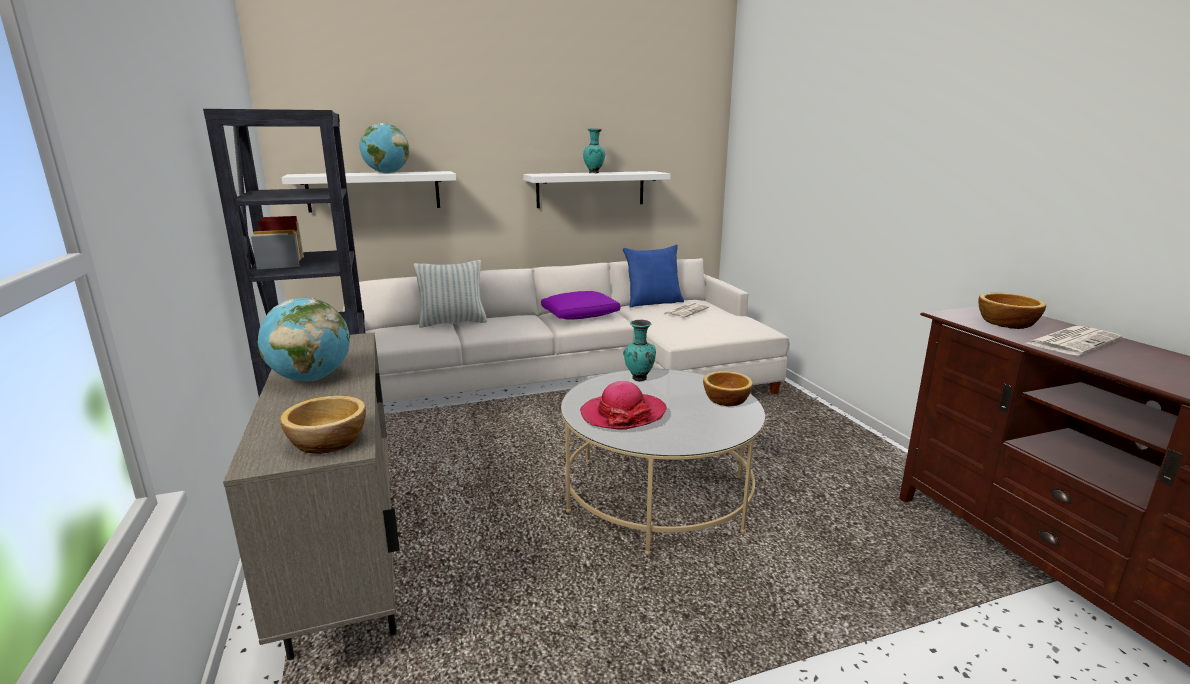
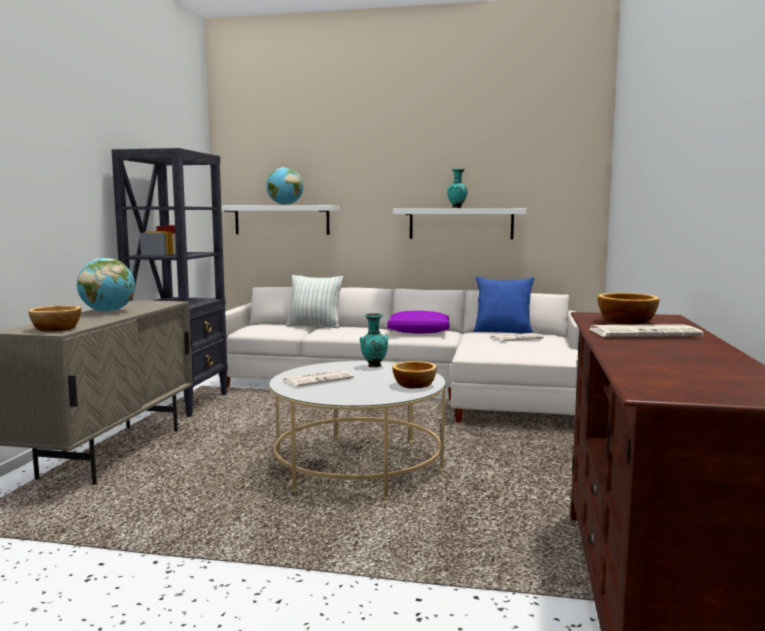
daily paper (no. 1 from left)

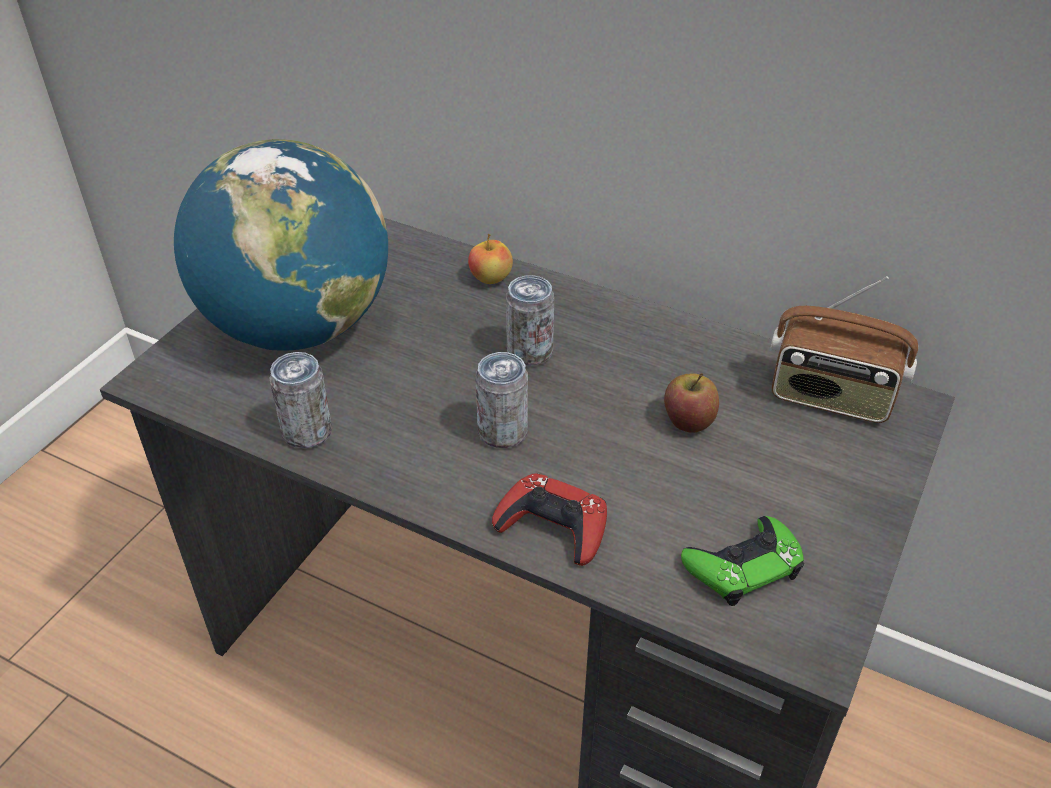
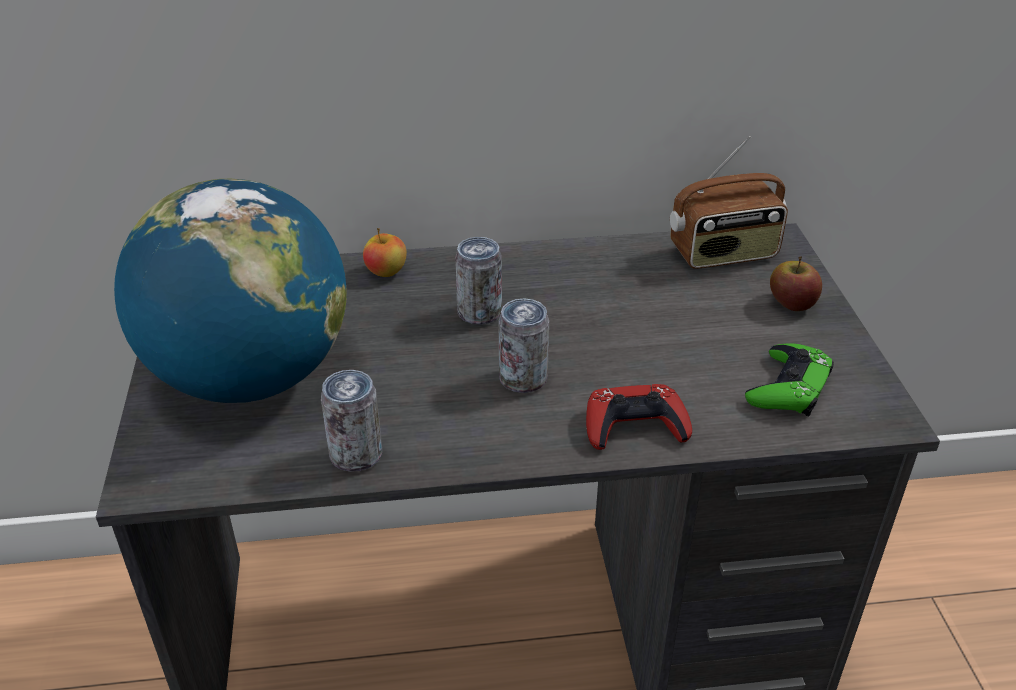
apple fruit (no. 2 from left)

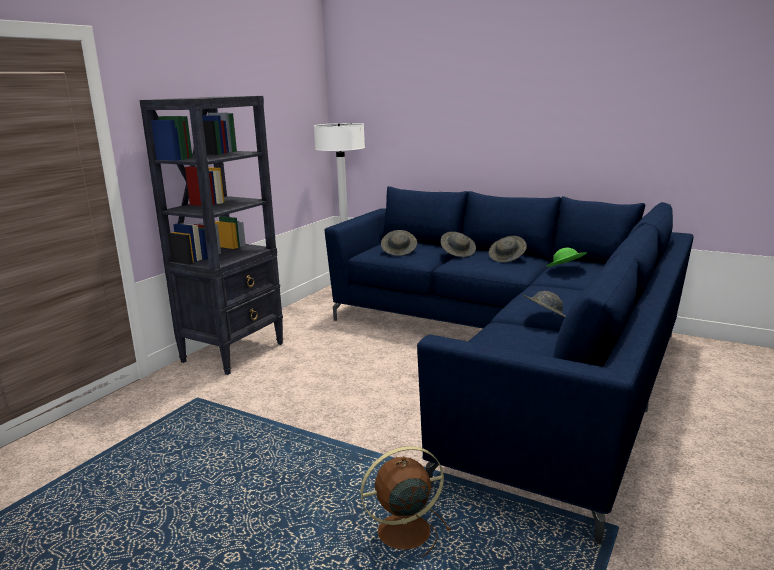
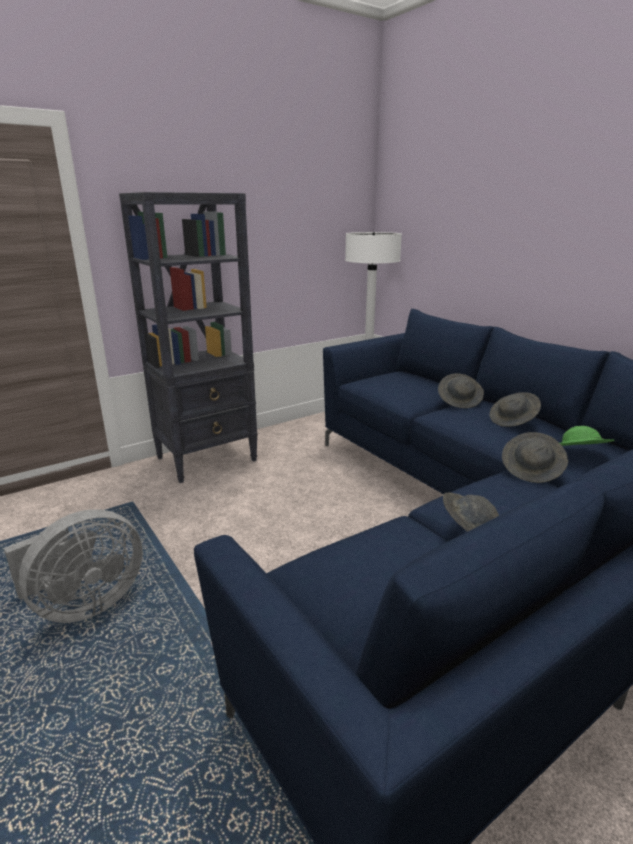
electric fan in brown-coloured
clothing hat in gray (no. 4 from left)
electric fan in gray

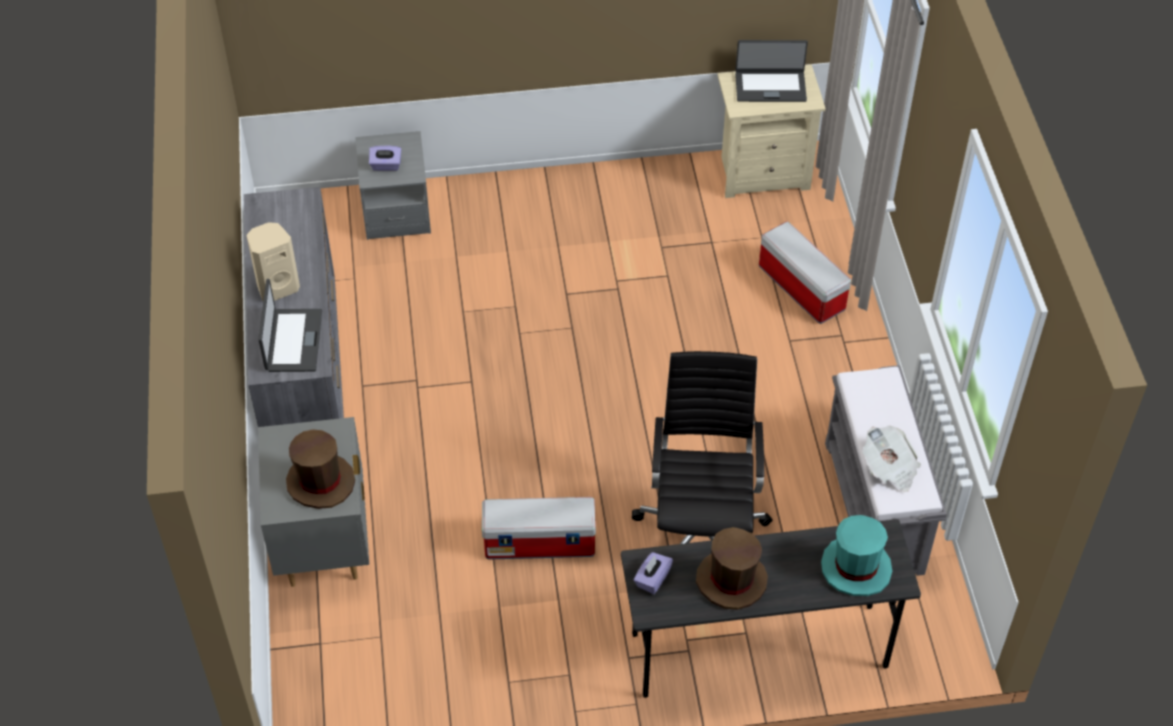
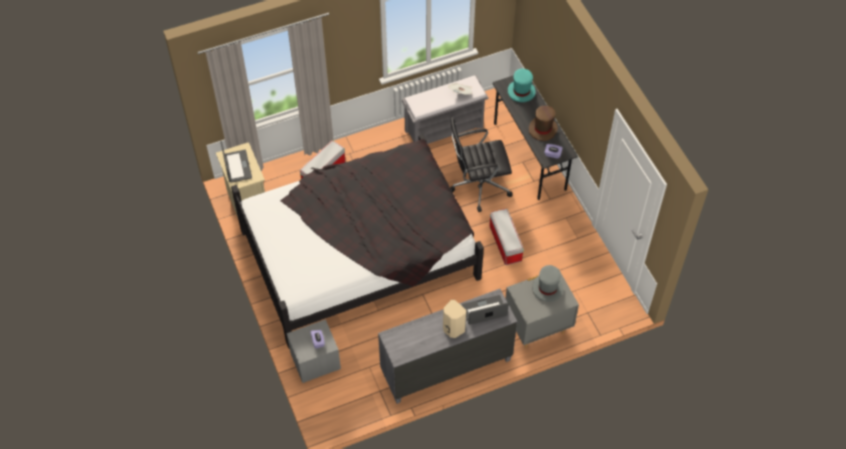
clothing hat in gray
bed in blackish

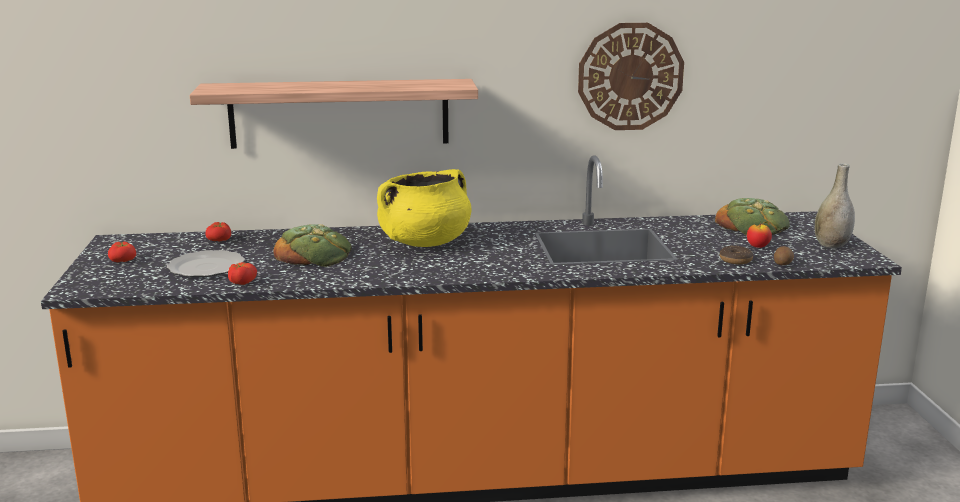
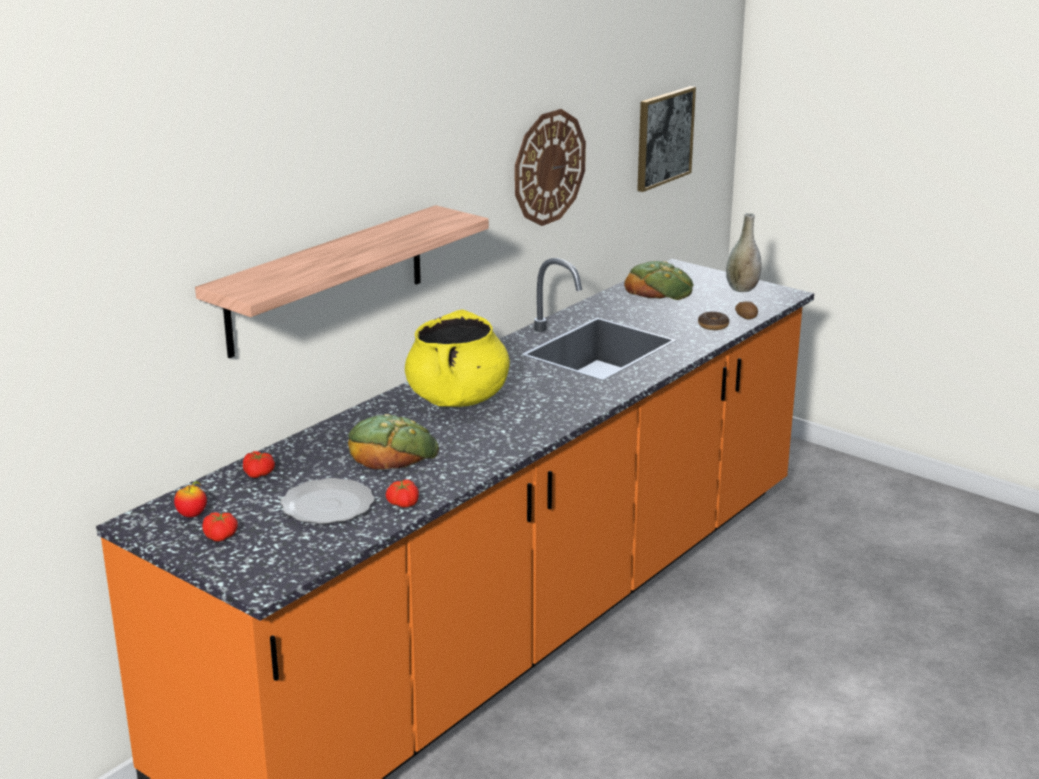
apple fruit
wall art

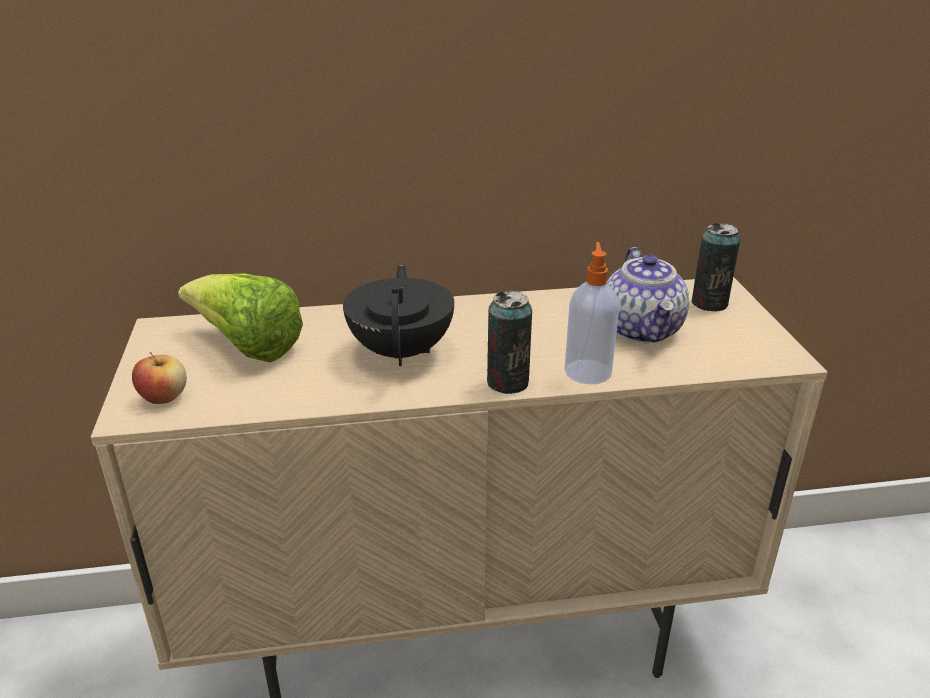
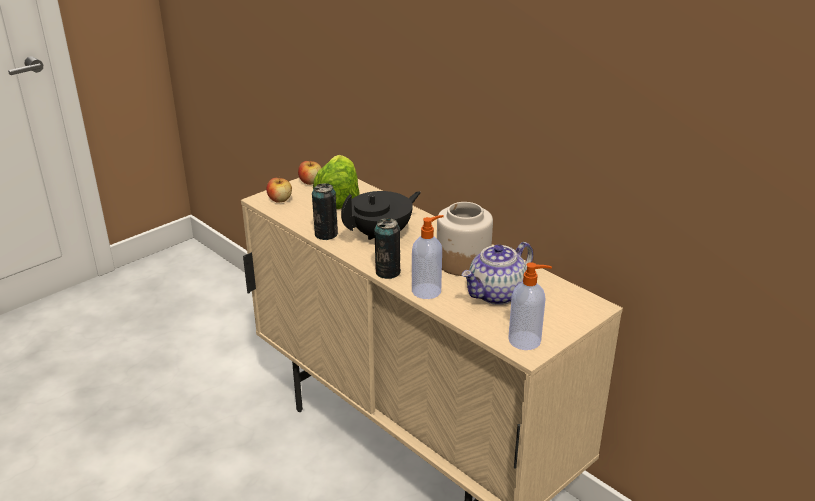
can (no. 1 from left)
apple fruit (no. 2 from left)
jar
soap dispenser (no. 2 from left)

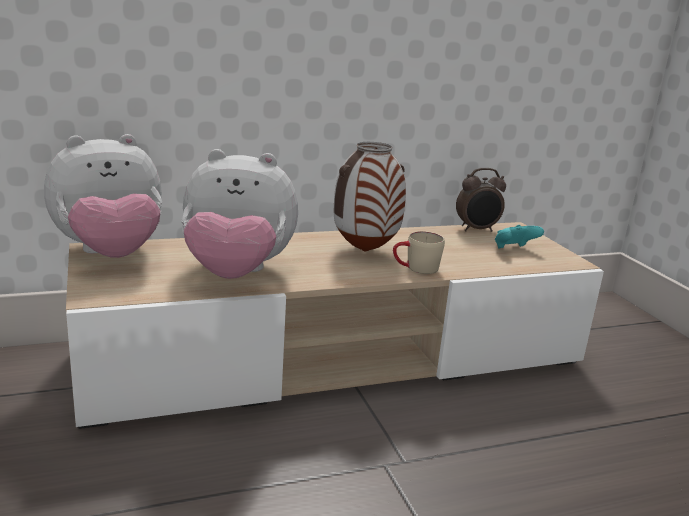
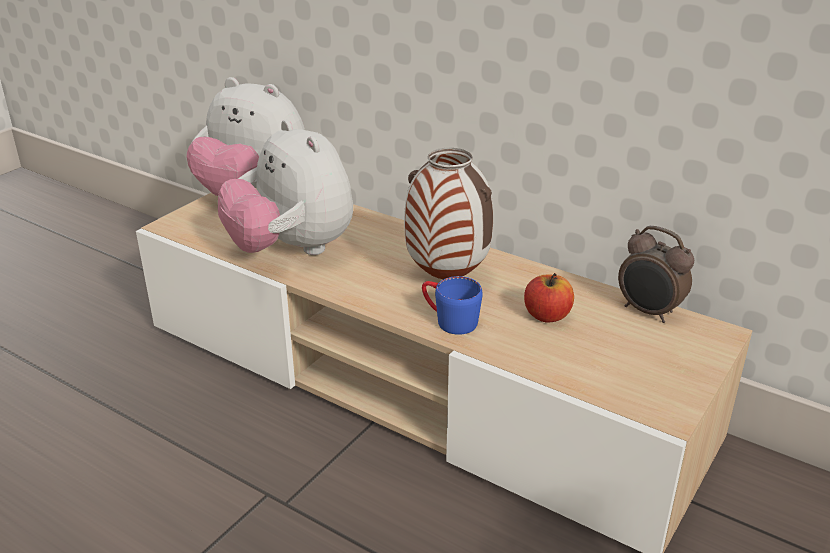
coffee mug in blue-coloured
game controller in blue-green
apple fruit

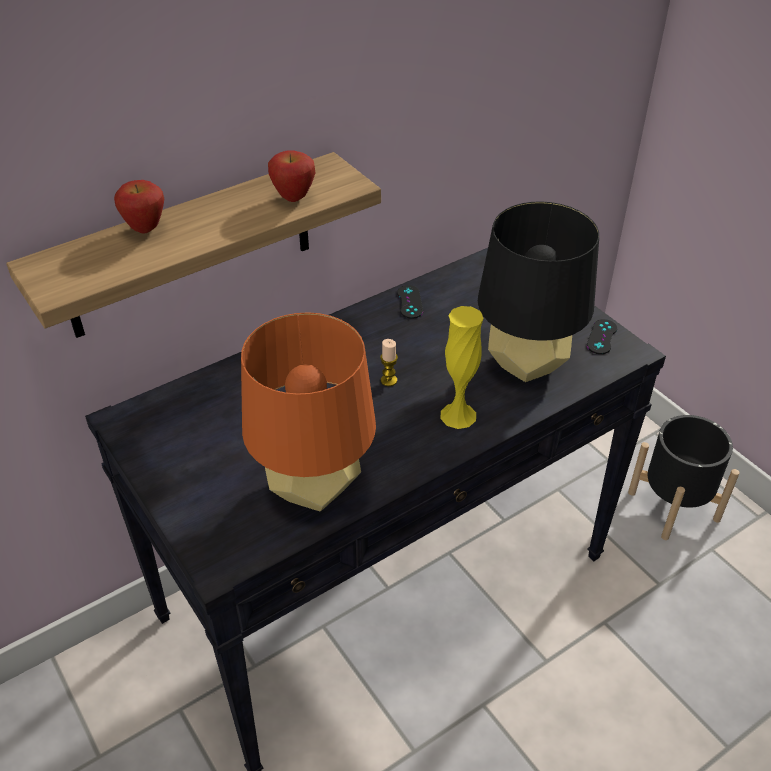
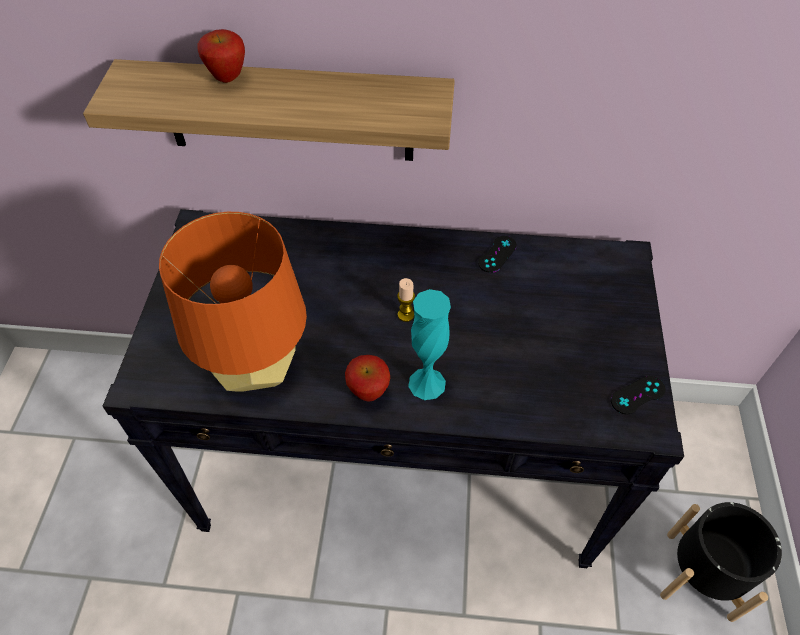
apple fruit (no. 2 from left)
vase in blue-green
table lamp in blackish

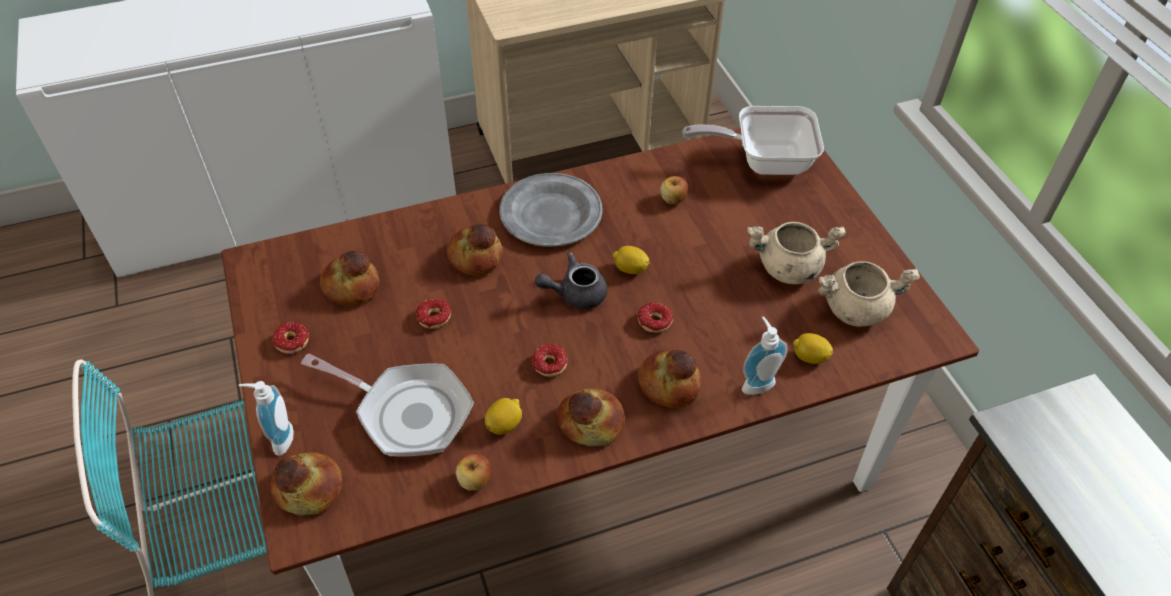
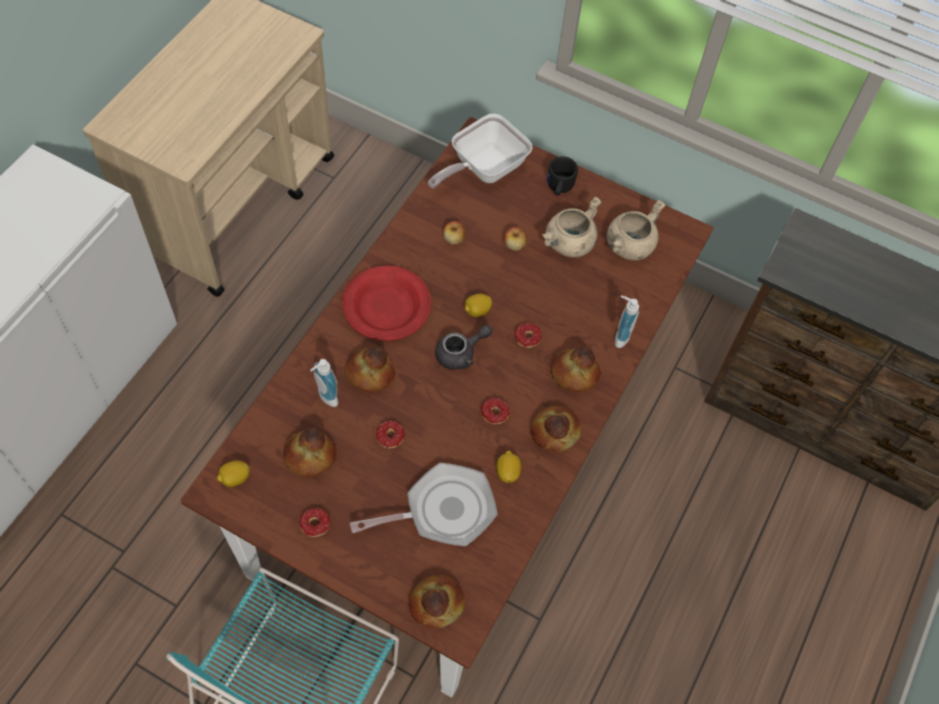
soap dispenser (no. 1 from left)
apple fruit (no. 2 from left)
flat dish in red
tea pot in gray
citrus fruit (no. 1 from left)
coffee mug in blackish

